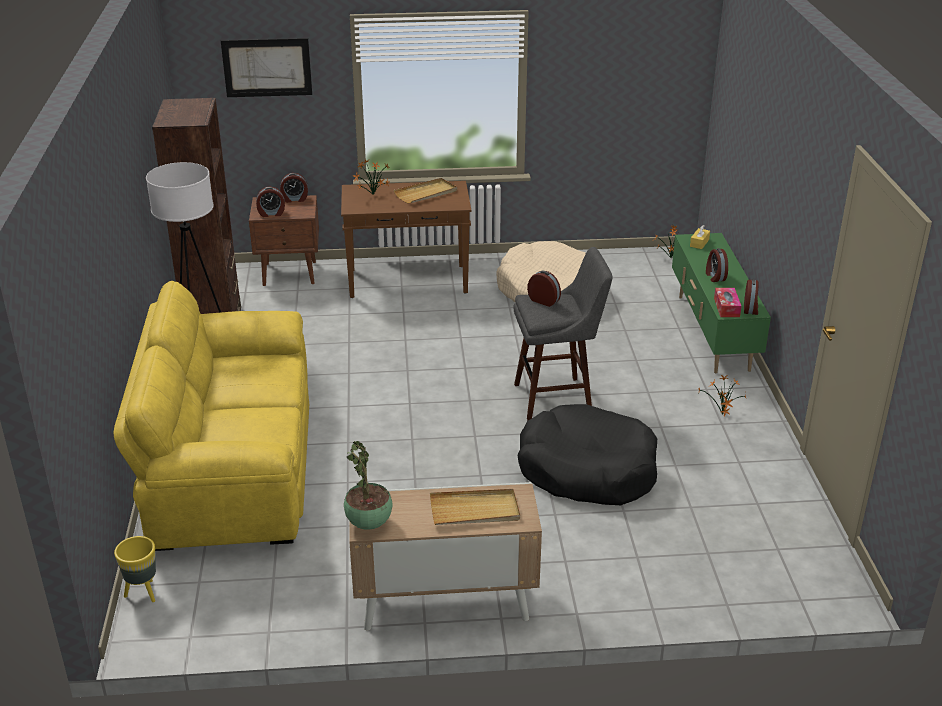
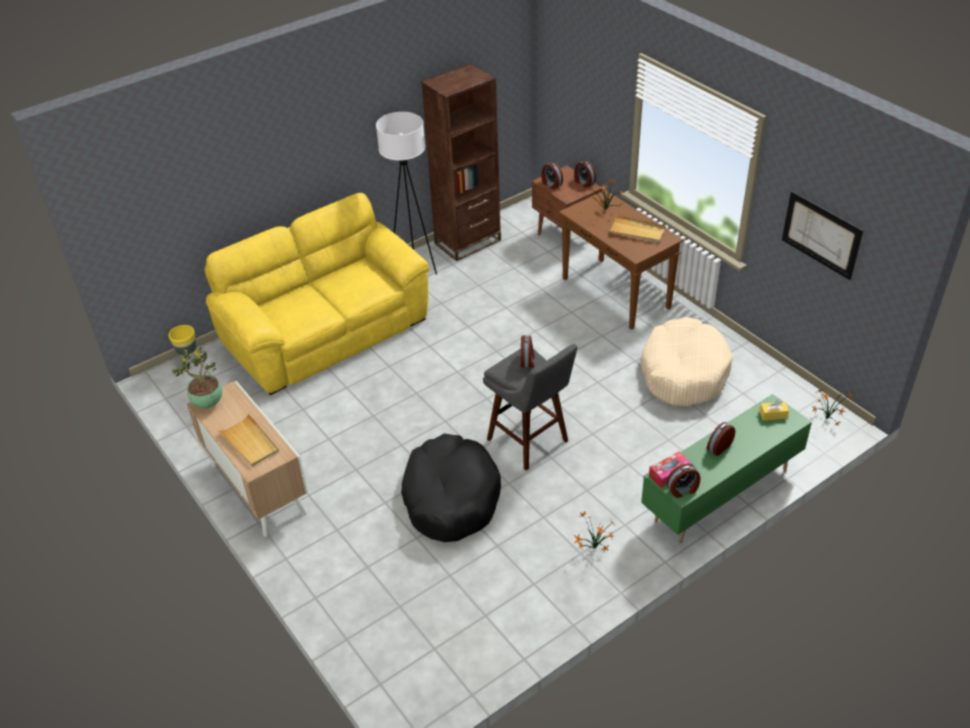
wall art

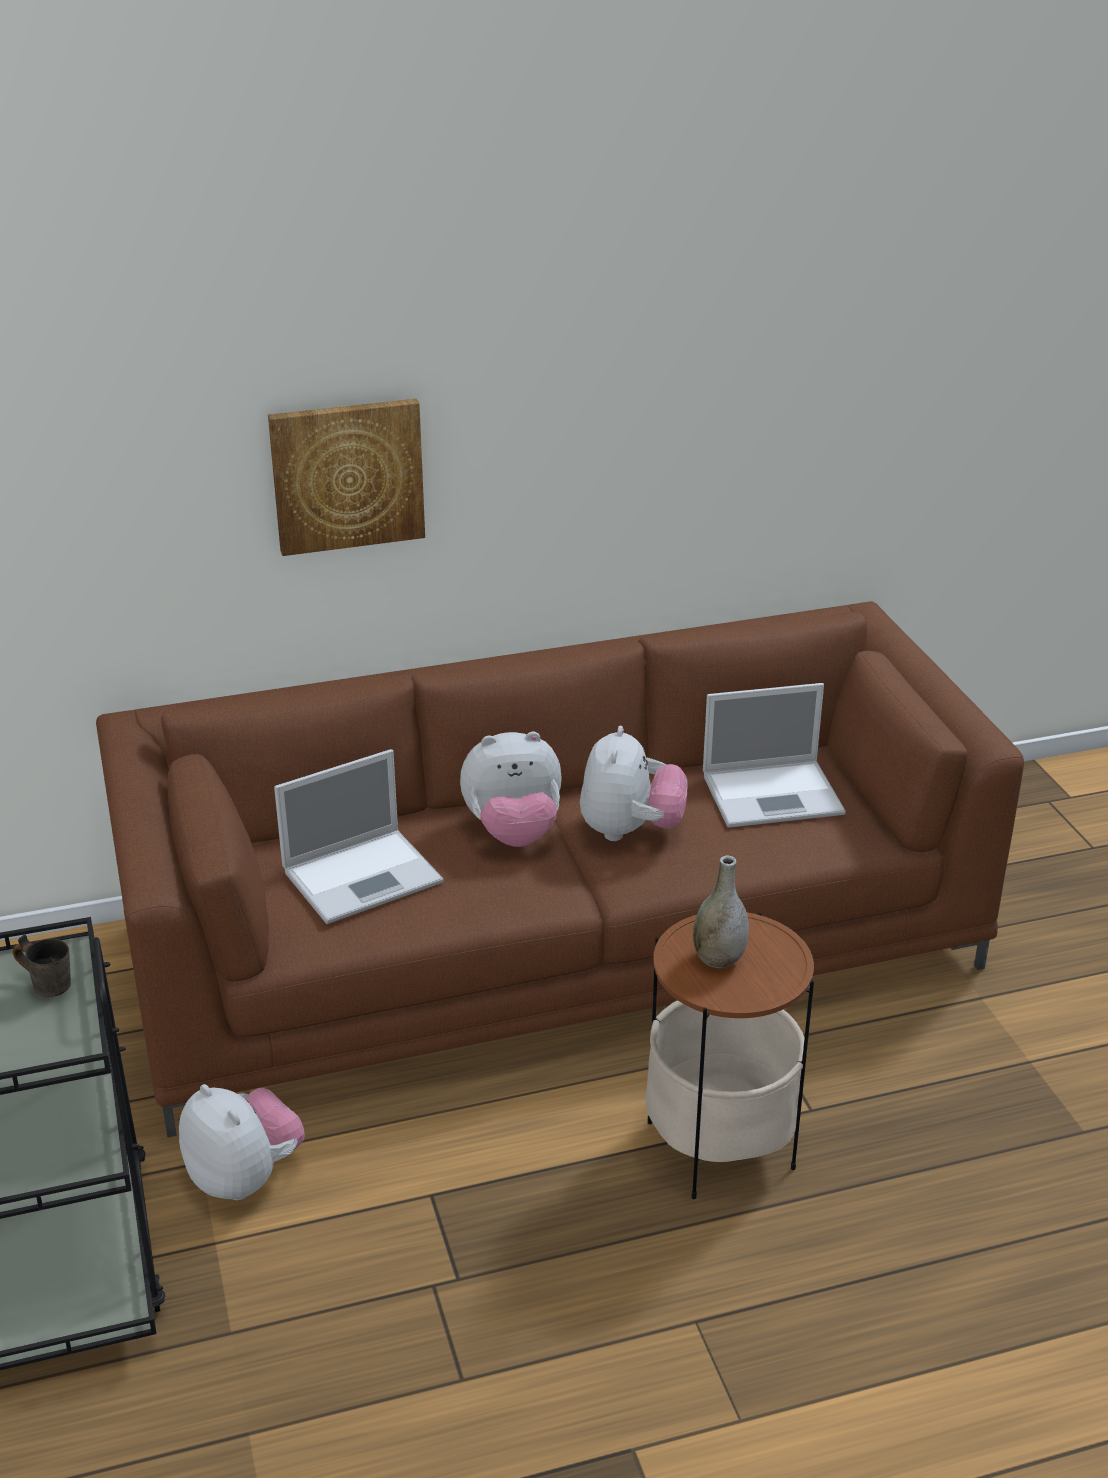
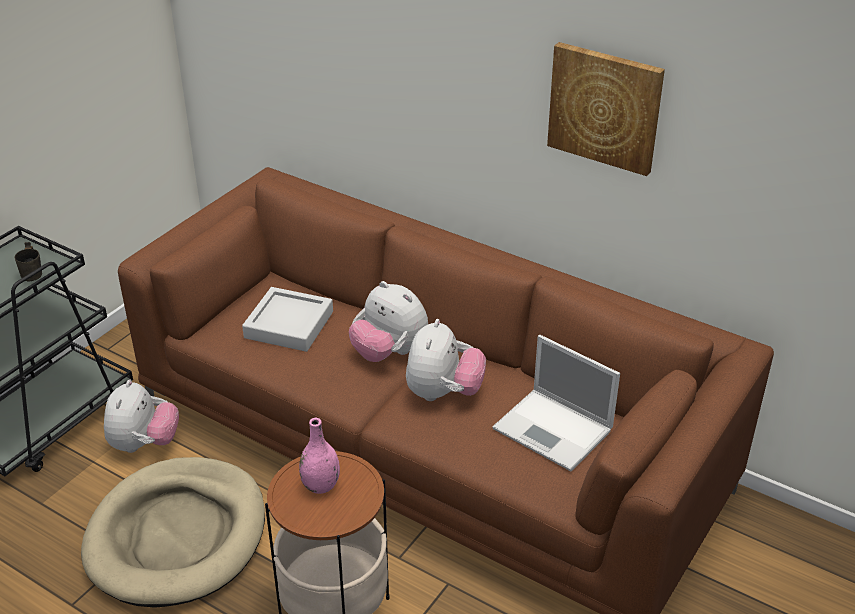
wall art
carrying tray in gray
soft toy (no. 3 from left)
vase in pink-coloured
dog bed in sand-coloured

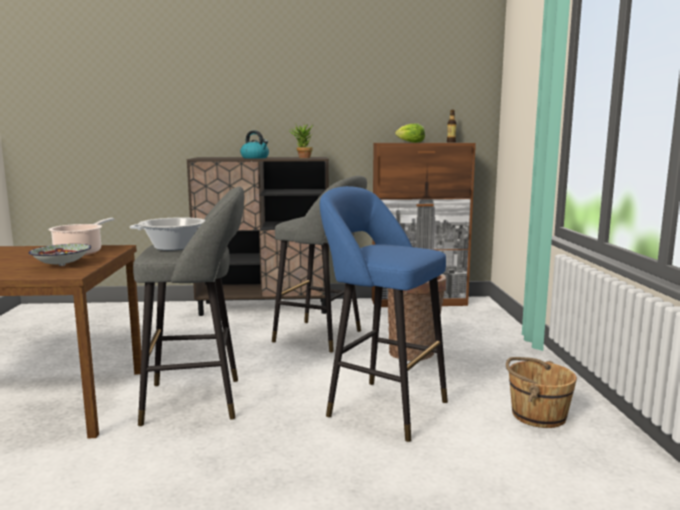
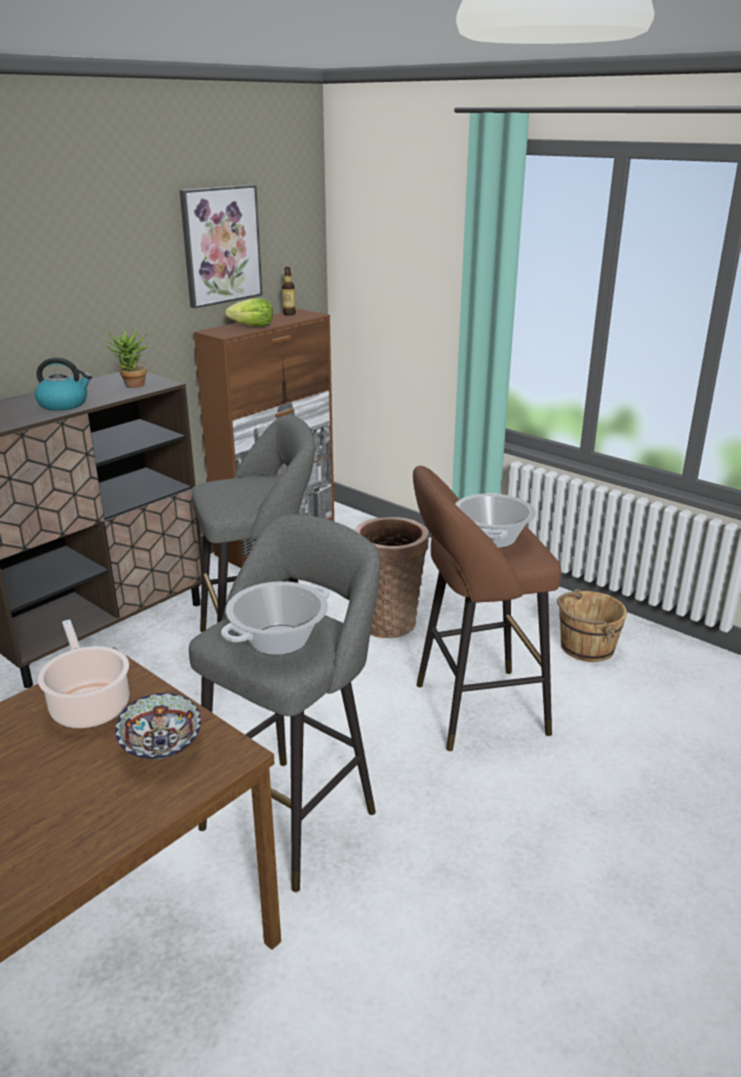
stool in brown-coloured
wall art
cooking pot (no. 3 from left)

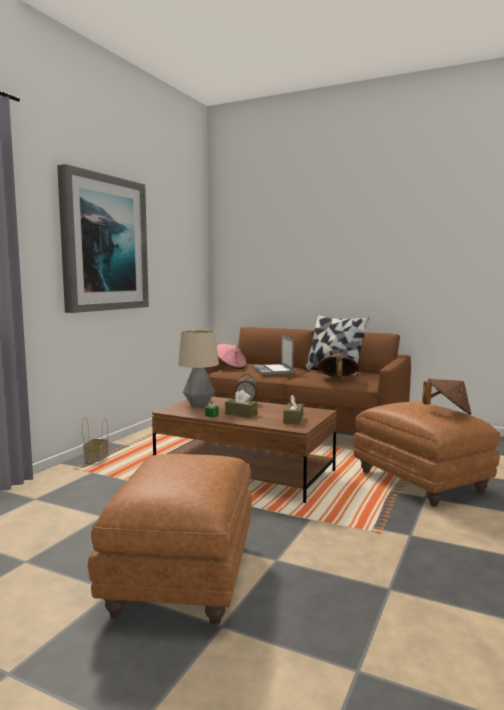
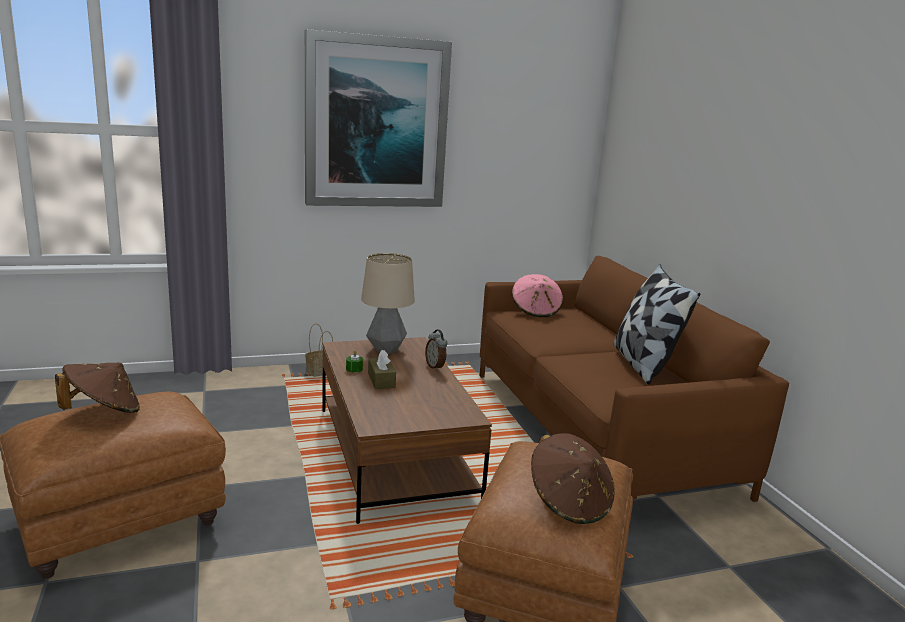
laptop
box of tissues in brown-coloured (no. 2 from left in the first image)
clothing hat in brown-coloured (no. 1 from left)

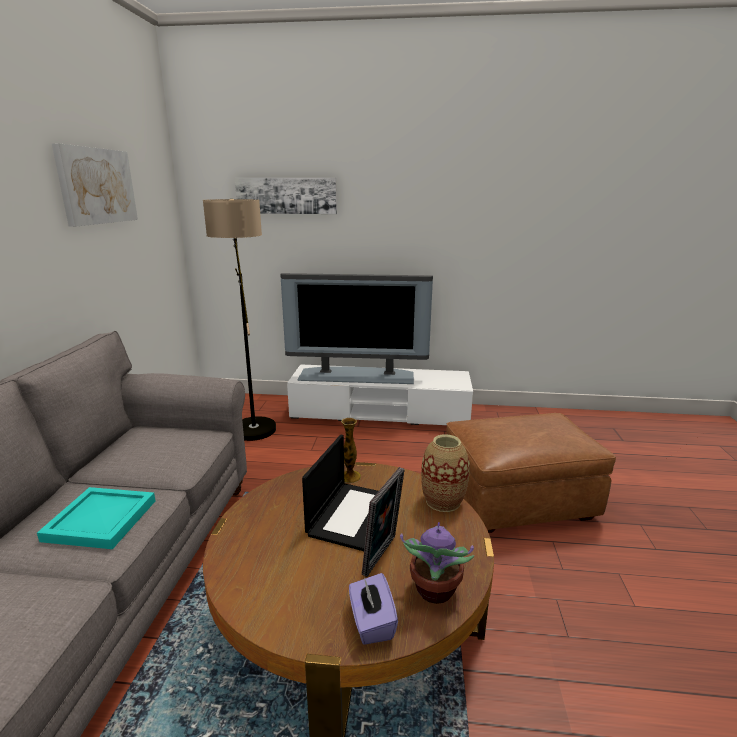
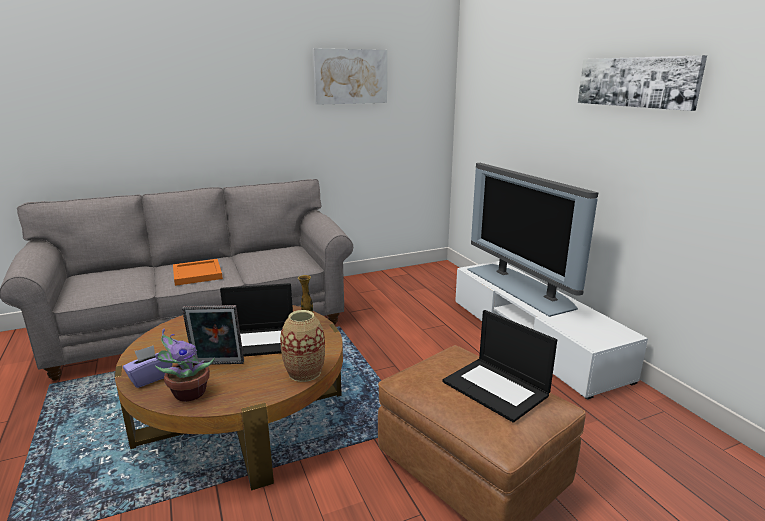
carrying tray in orange-coloured
standard lamp
wall art (no. 2 from left)
laptop (no. 2 from left)

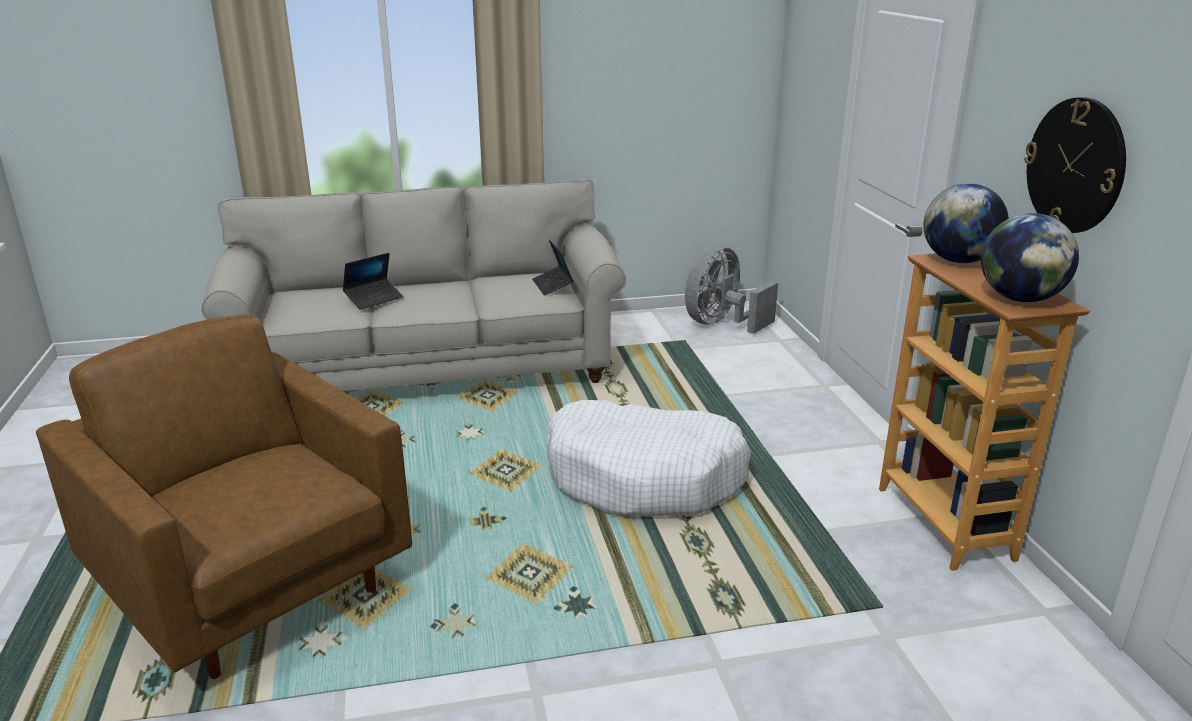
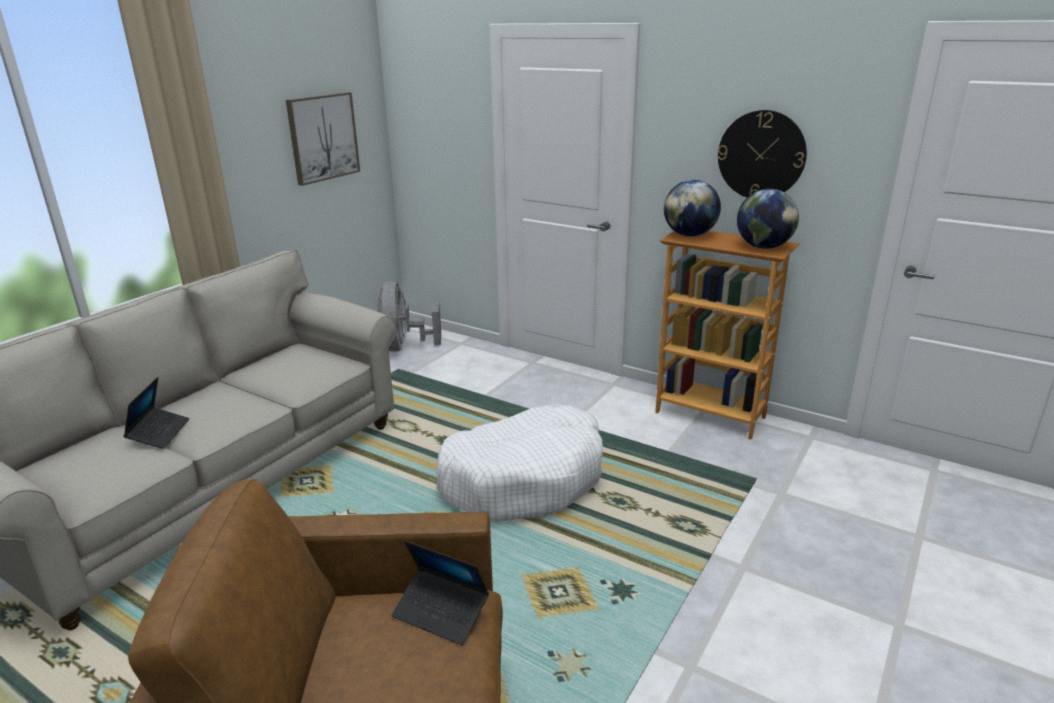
laptop (no. 2 from left)
wall art

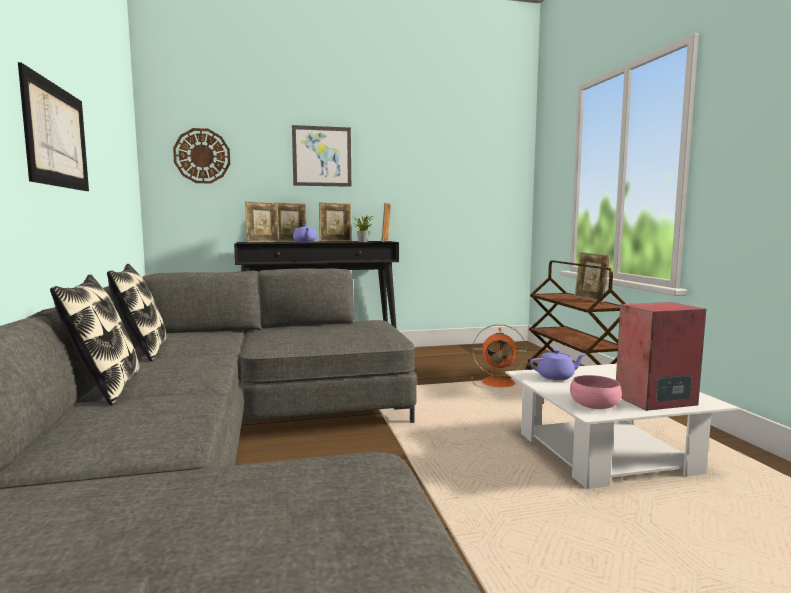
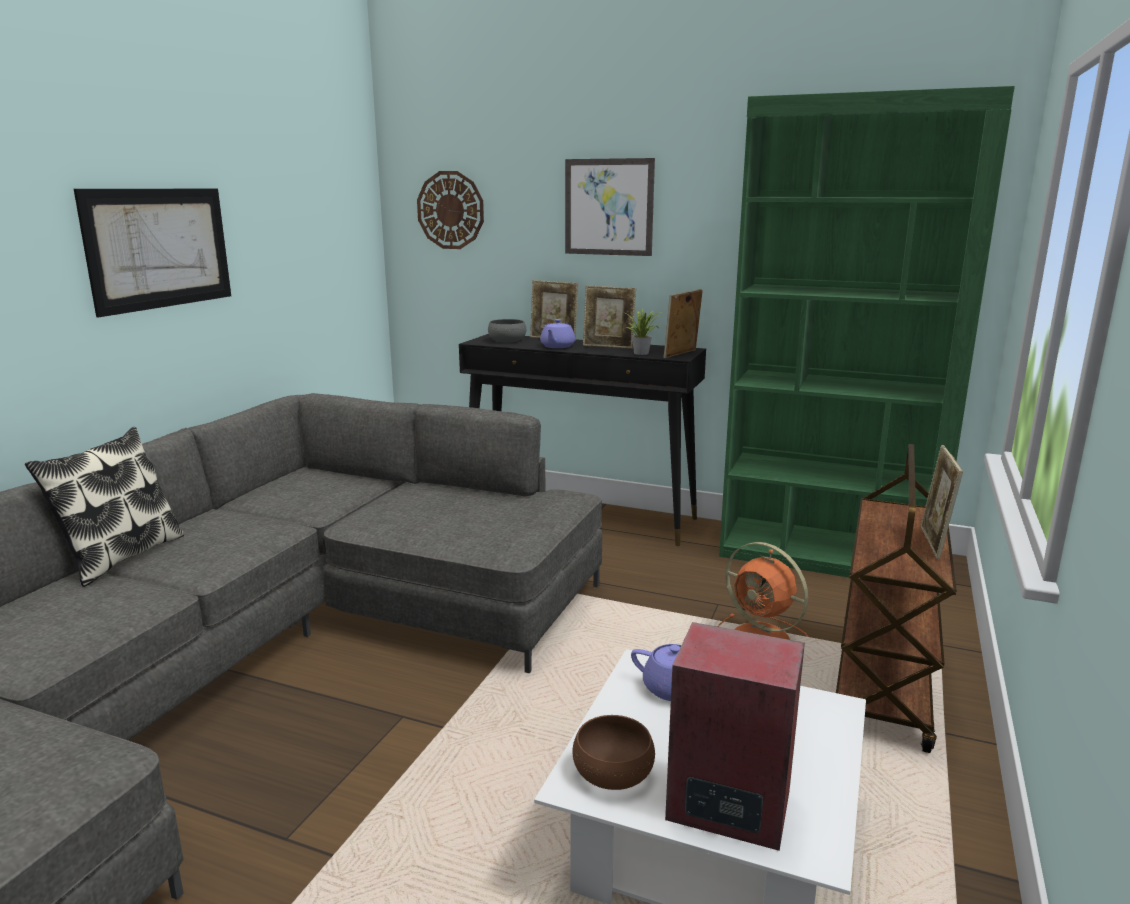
cushion (no. 2 from left in the first image)
serving bowl in gray
serving bowl in brown-coloured
bookshelf in green-coloured

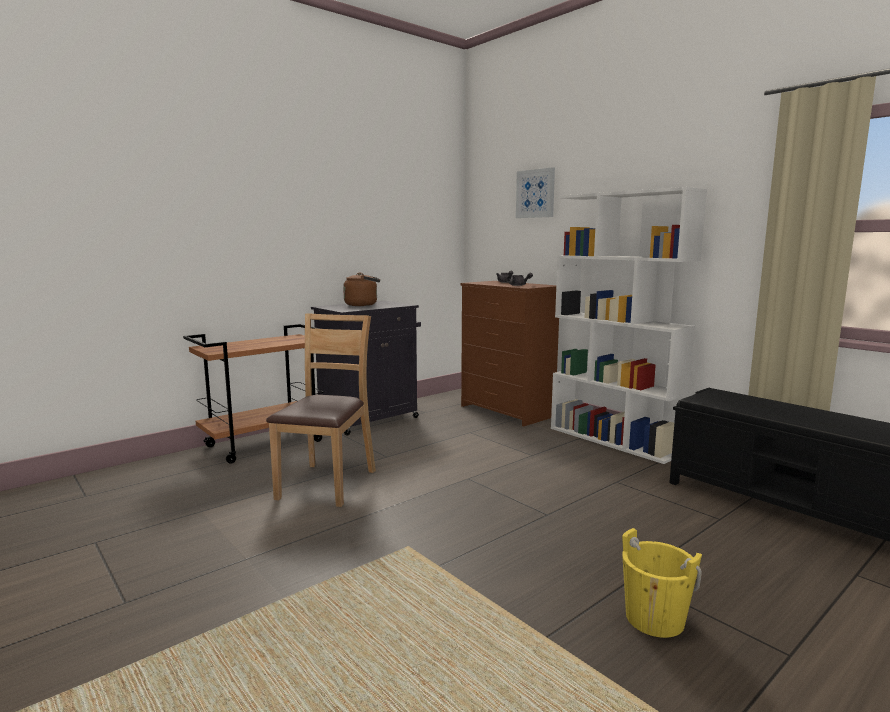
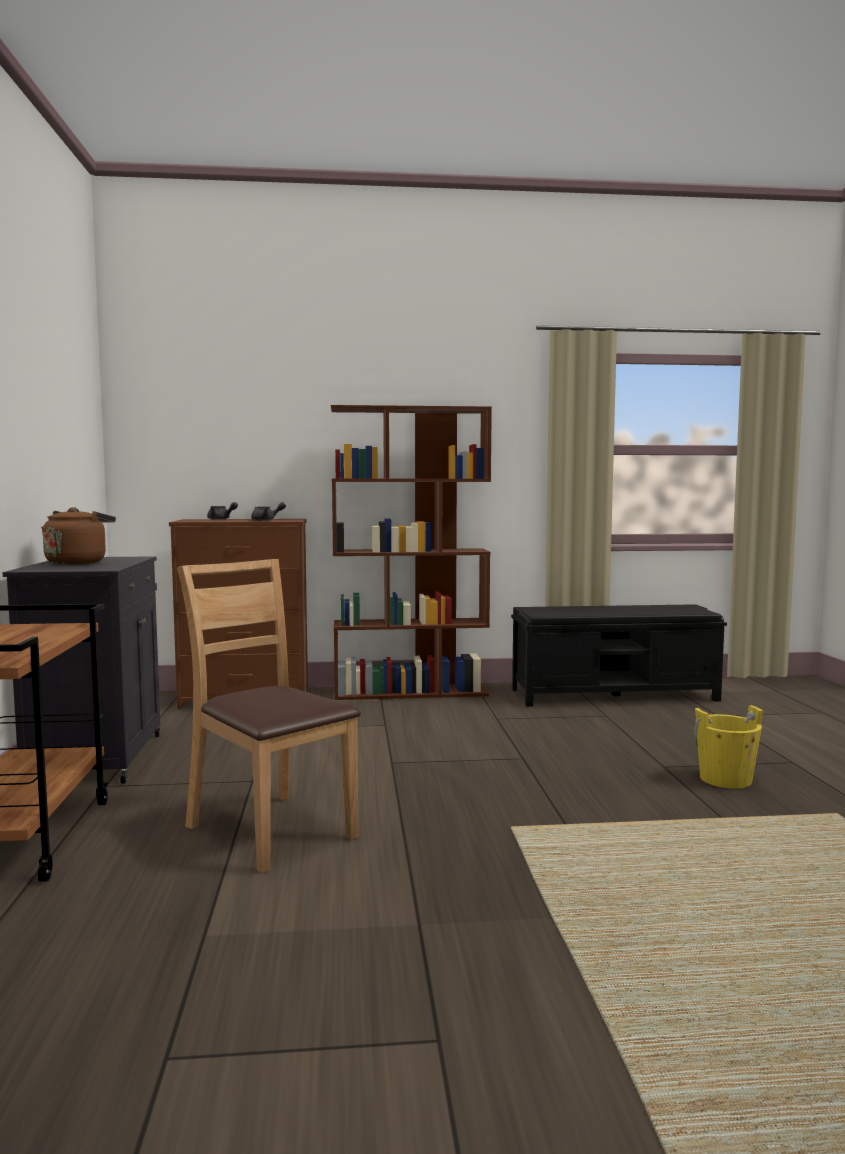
wall art
bookshelf in brown-coloured

